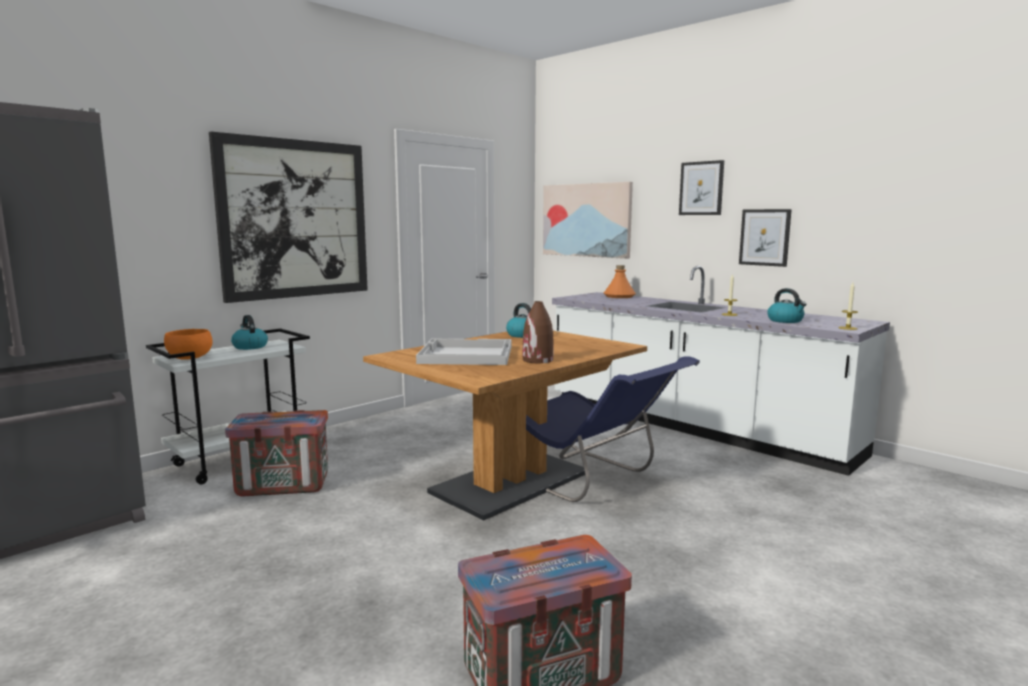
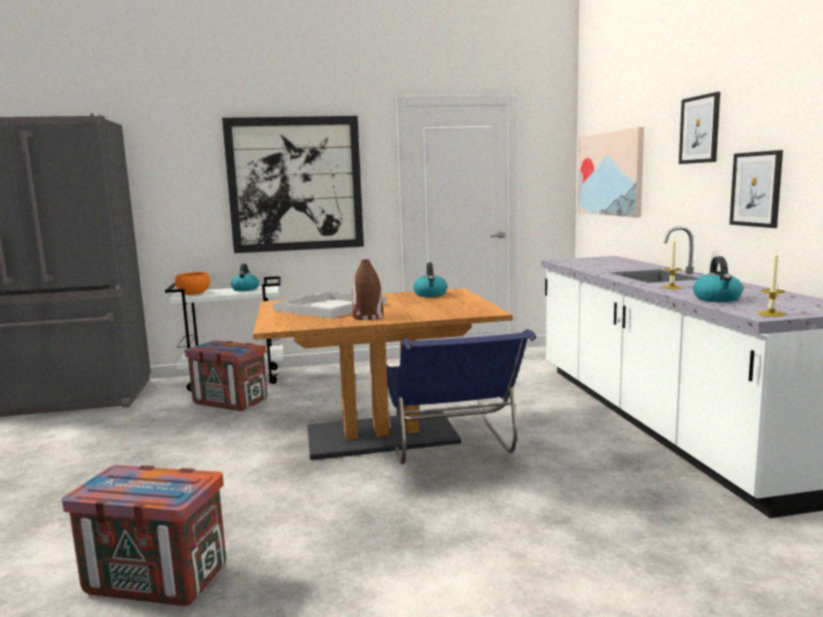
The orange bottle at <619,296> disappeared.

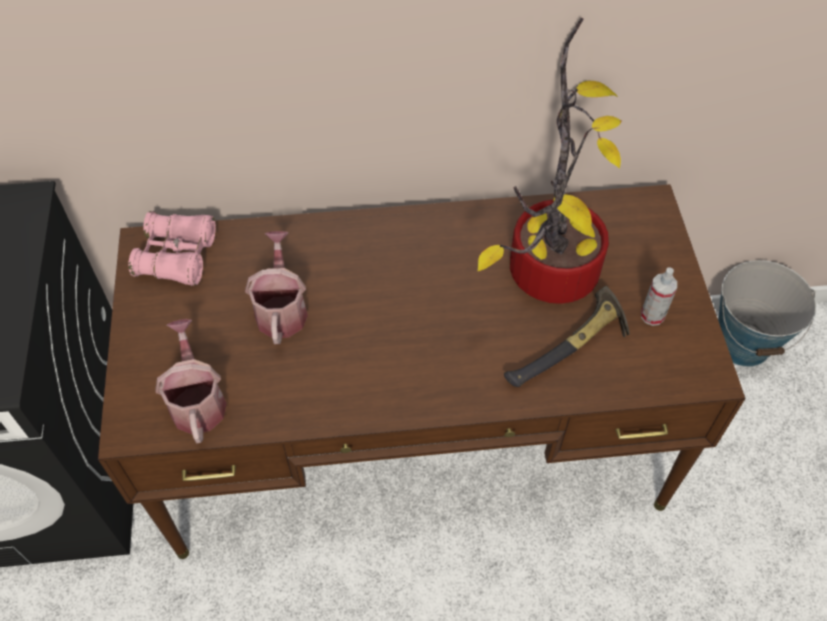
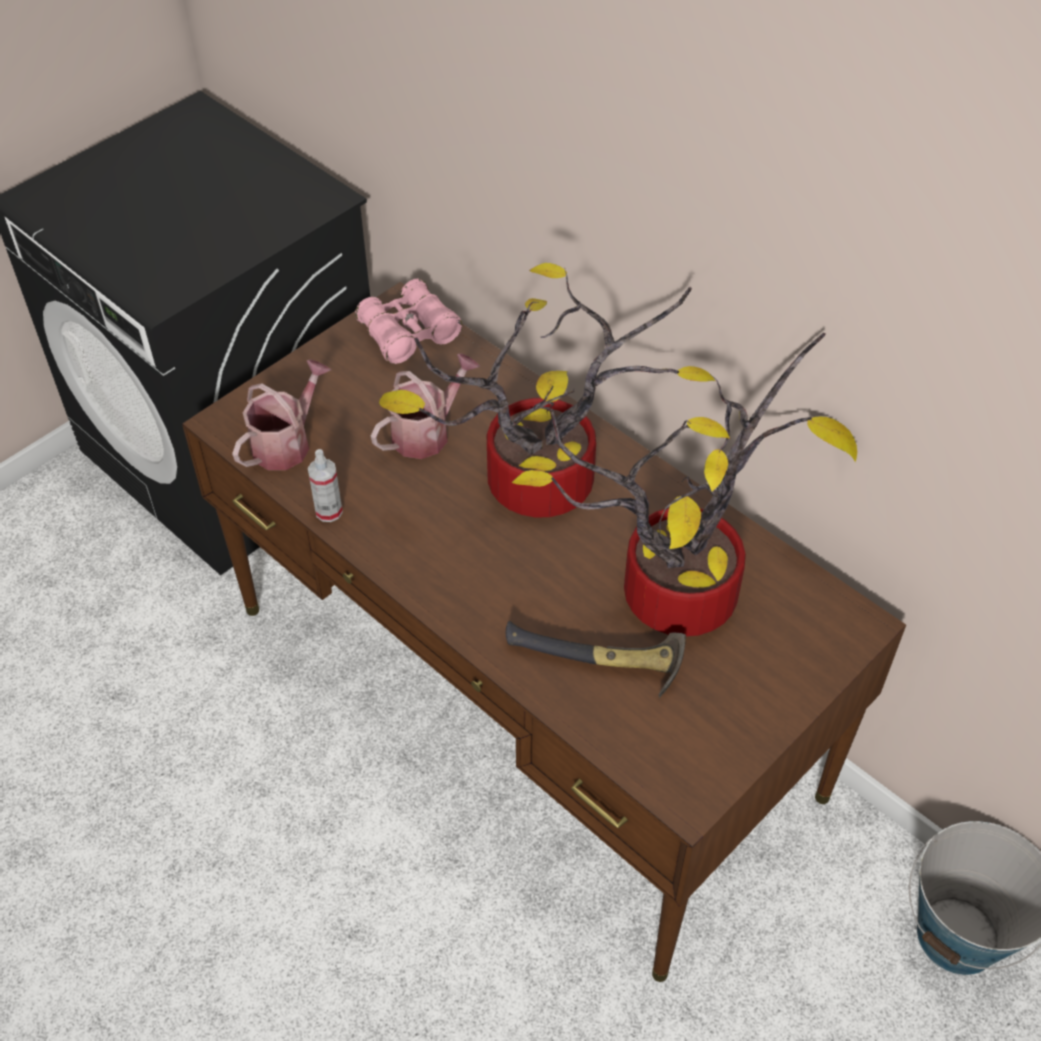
The sprayer moved from <652,315> to <329,511>. The plant in a pot at <535,488> appeared.

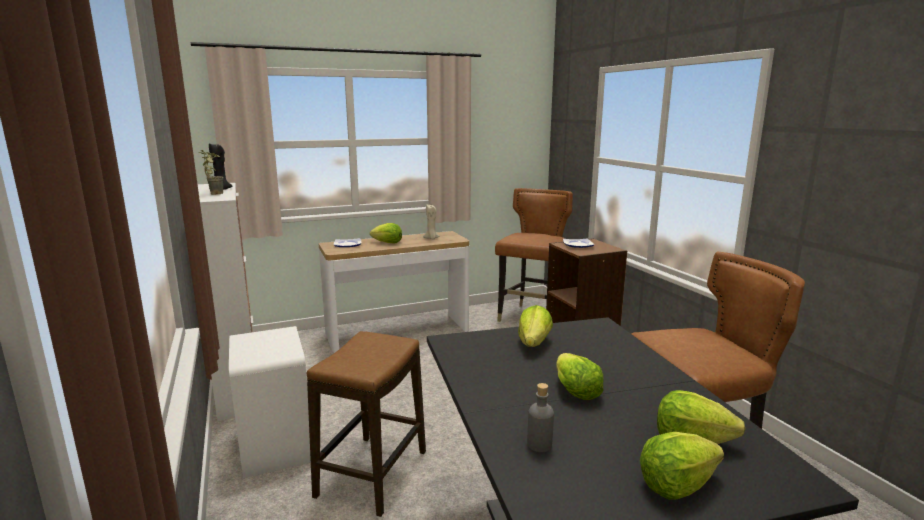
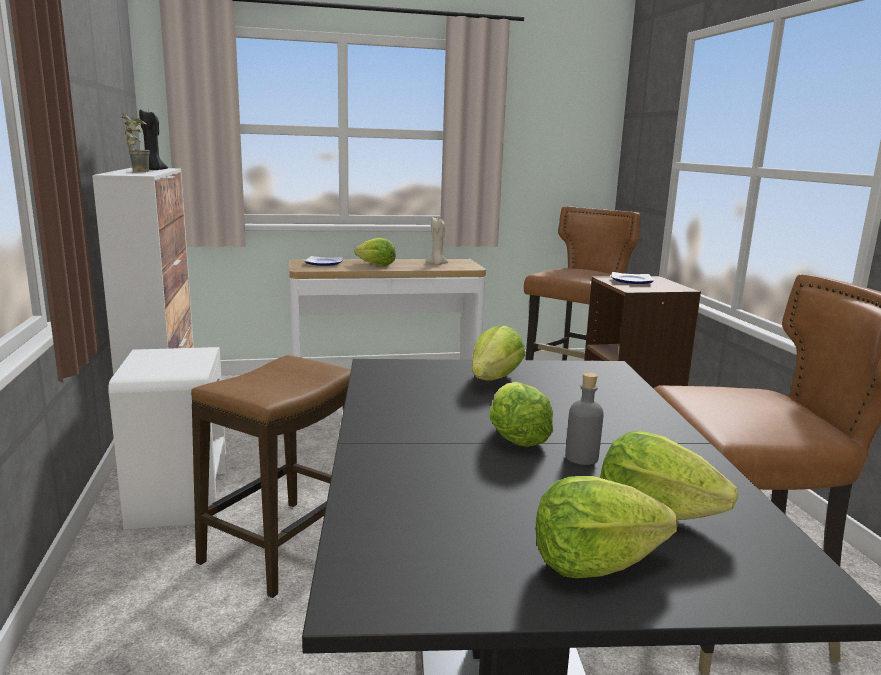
The gray bottle moved from <539,445> to <581,457>.

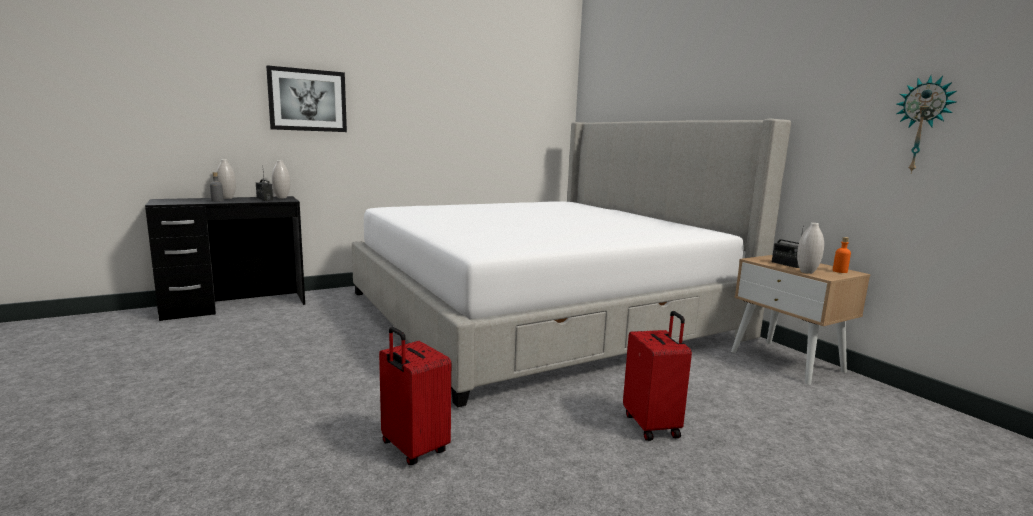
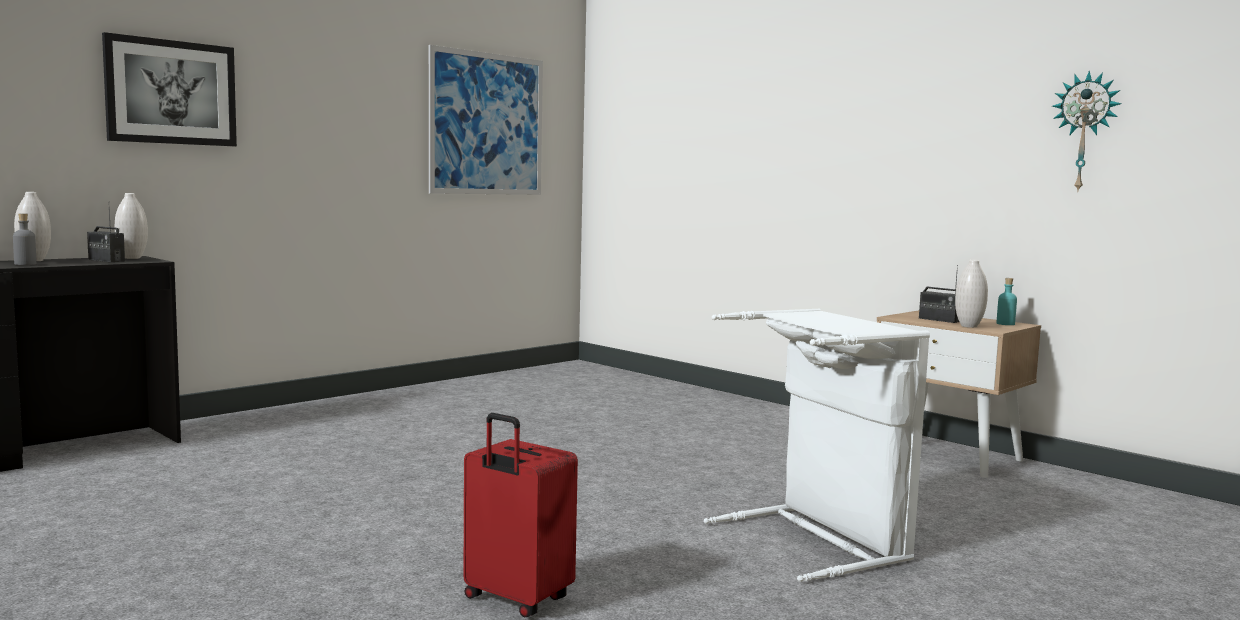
The sleeping bed at <539,314> disappeared. The red-coloured travel case at <652,425> was replaced by the whitish laundry basket at <821,539>. The orange bottle at <839,271> became the turquoise-coloured bottle at <1005,324>. The wall picture at <487,124> appeared.

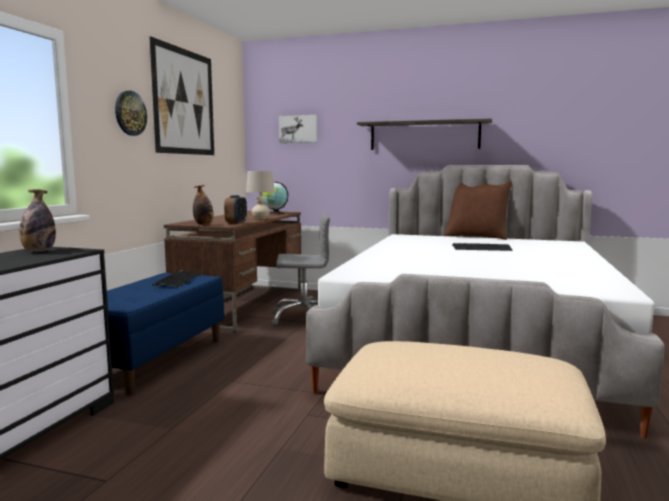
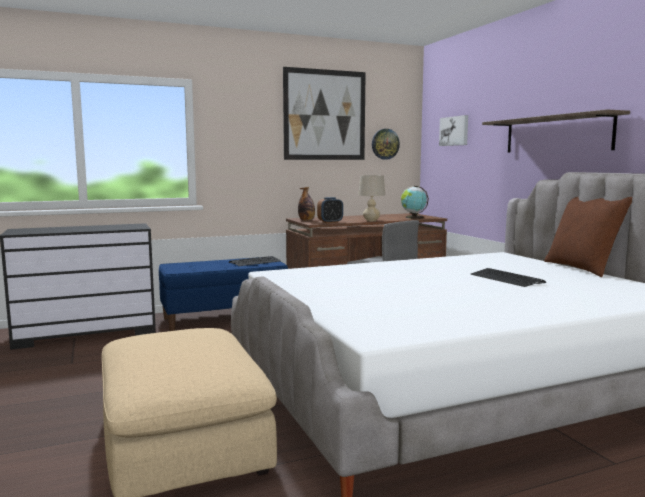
The bottle at <39,251> disappeared. The clock on the wall moved from <130,113> to <385,144>.

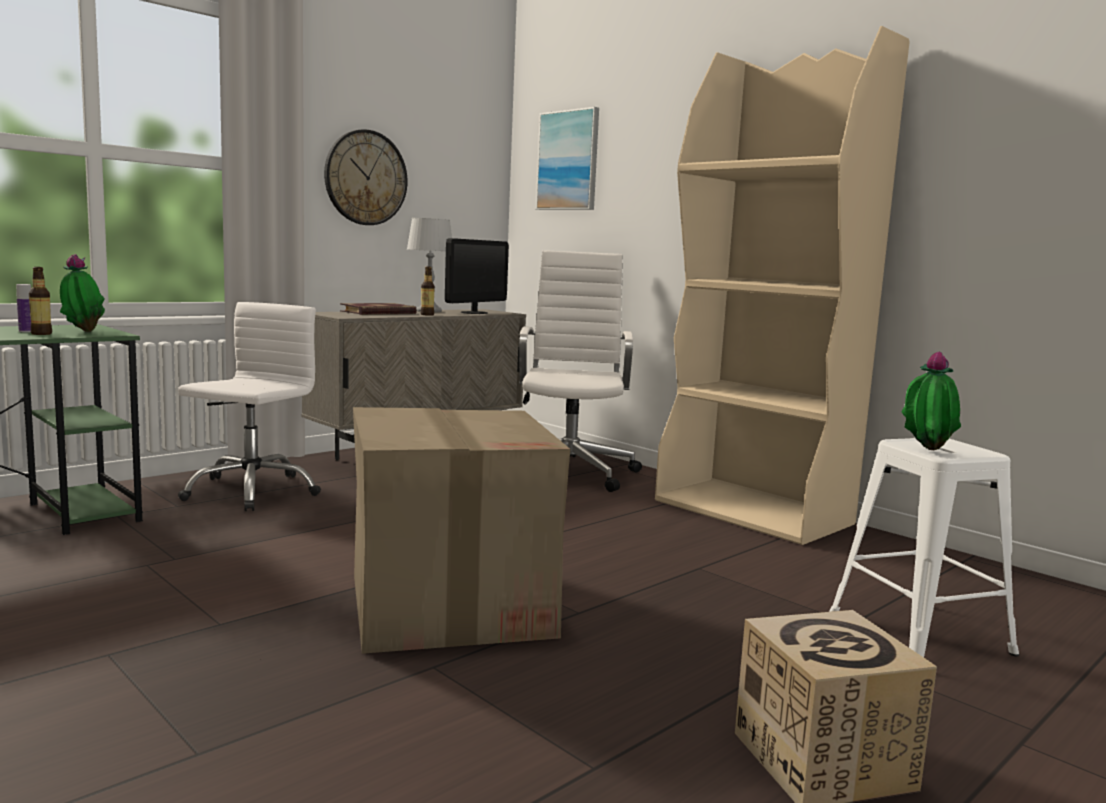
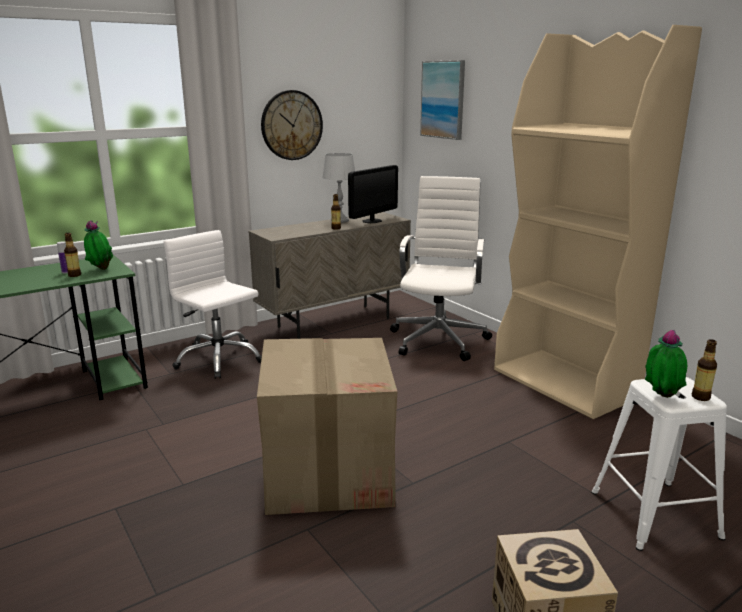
The whitish office chair at <251,491> turned 75 degrees counterclockwise. The volume at <379,312> disappeared. The bottle at <700,397> appeared.

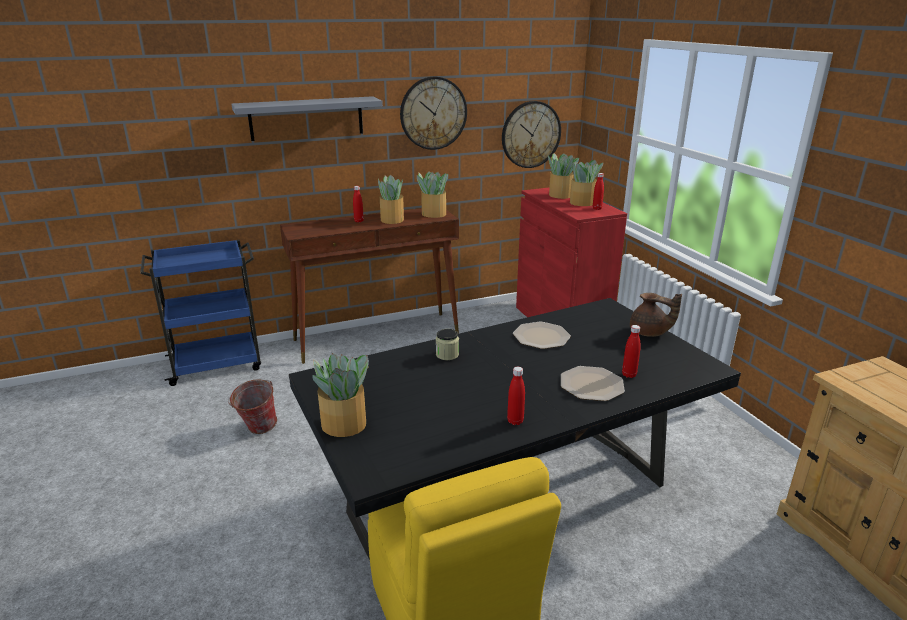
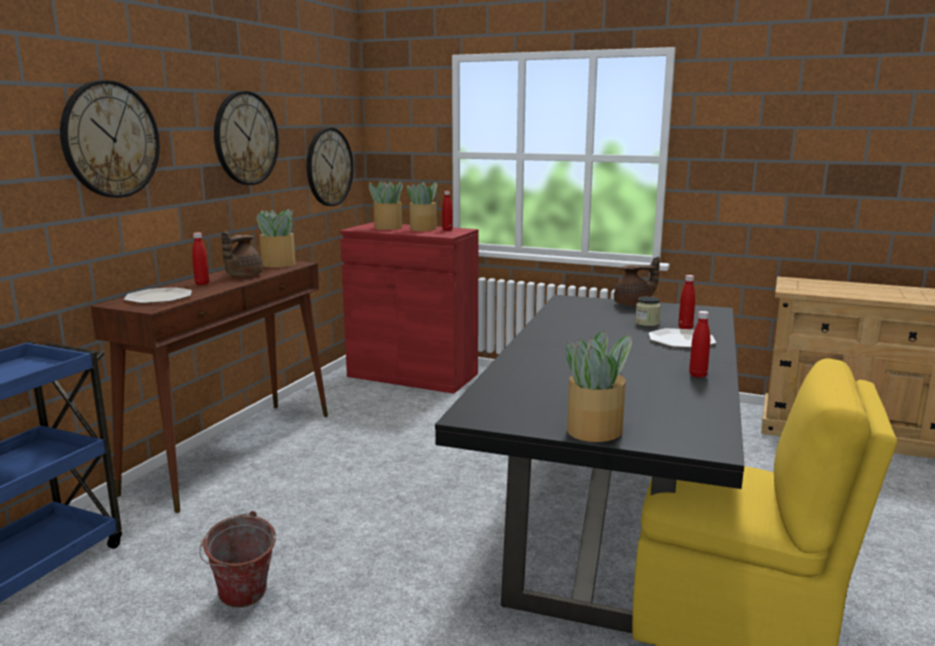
The gray shelf at <306,118> was replaced by the clock on the wall at <110,139>. The plant in a pot at <392,220> was replaced by the brown pot for tea at <242,276>. The jar moved from <447,355> to <647,323>. The dinner plate moved from <542,336> to <159,297>.

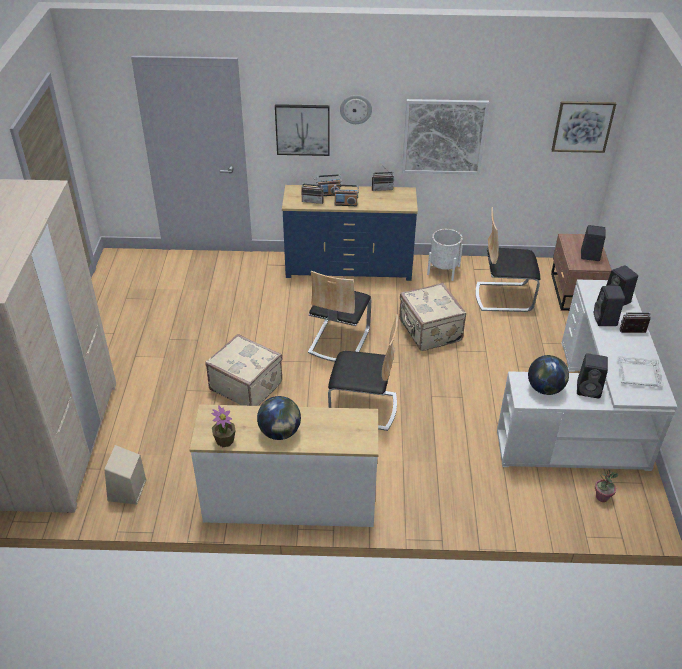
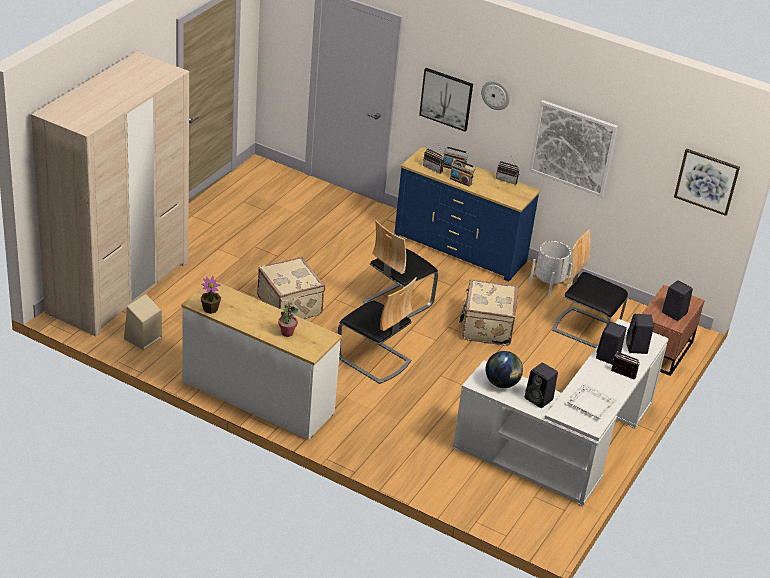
The globe at <280,432> disappeared. The plant in a pot moved from <602,497> to <287,333>.

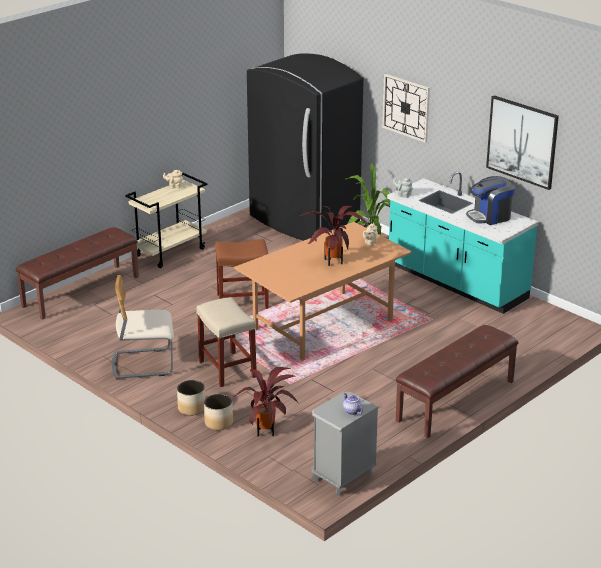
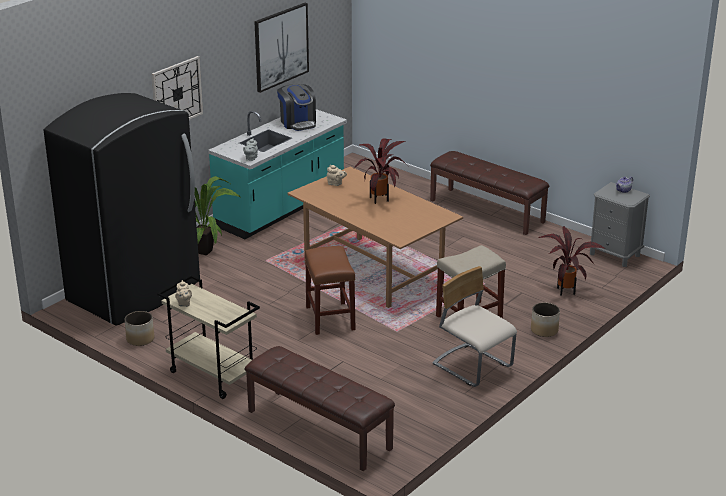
The beige-coloured chair at <143,363> turned 150 degrees clockwise. The flower pot moved from <218,423> to <140,339>.

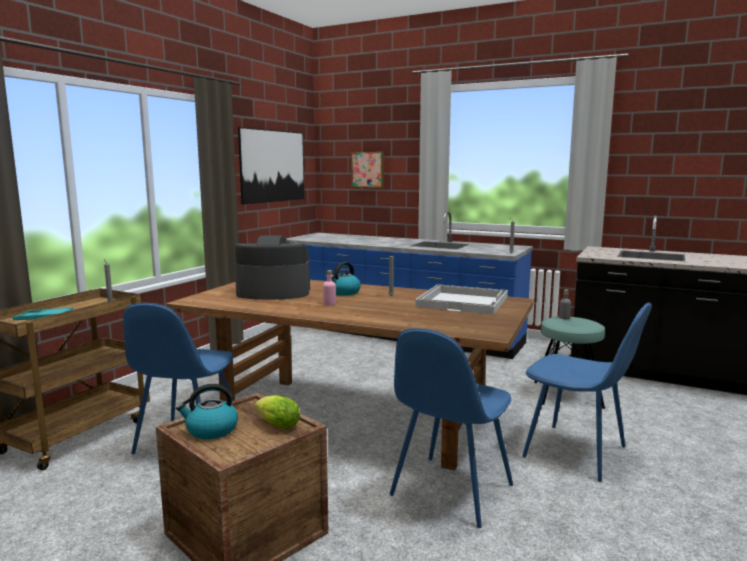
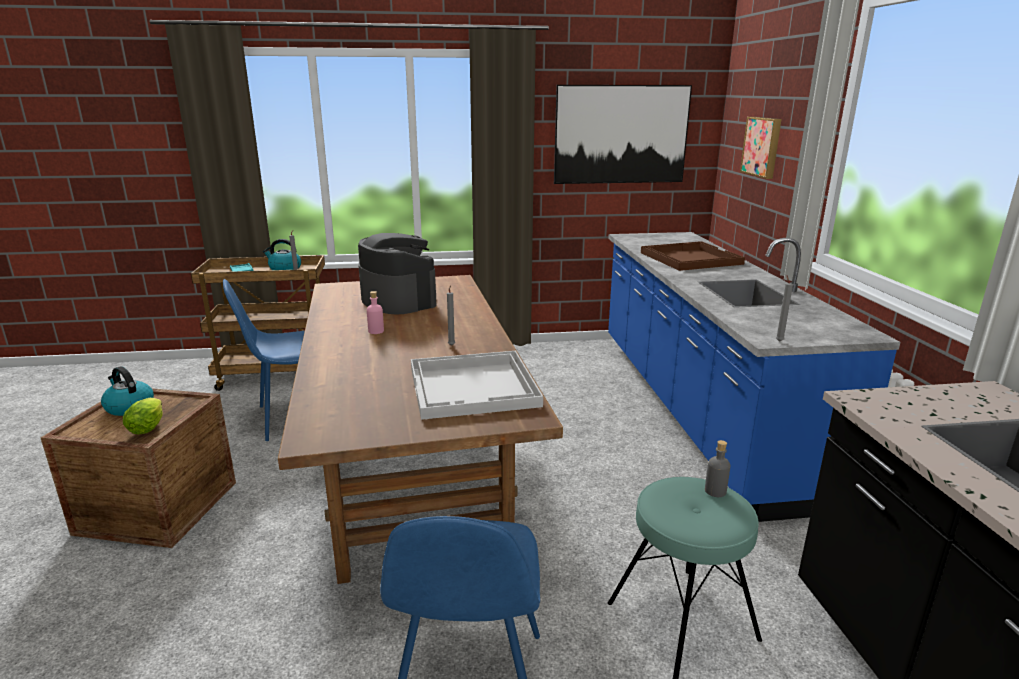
The kettle moved from <343,293> to <284,269>. The bluish chair at <450,492> disappeared. The brown serving tray at <689,258> appeared.

